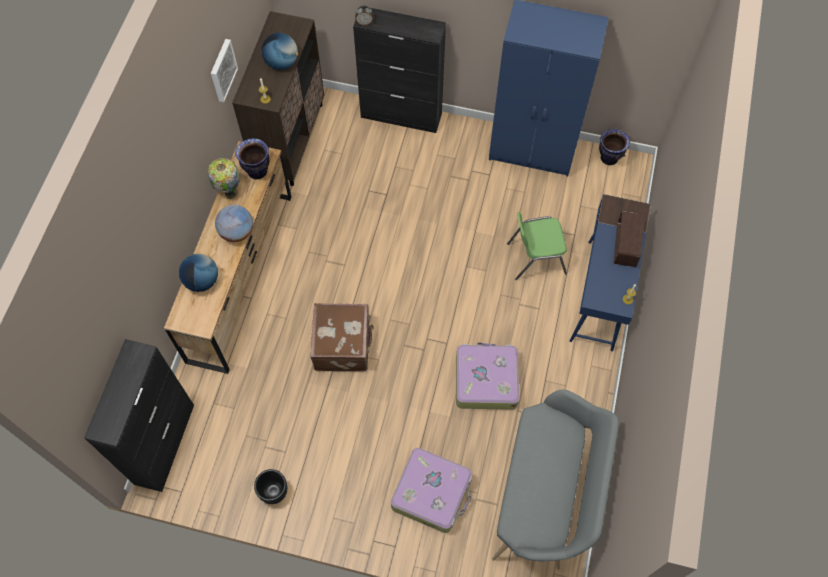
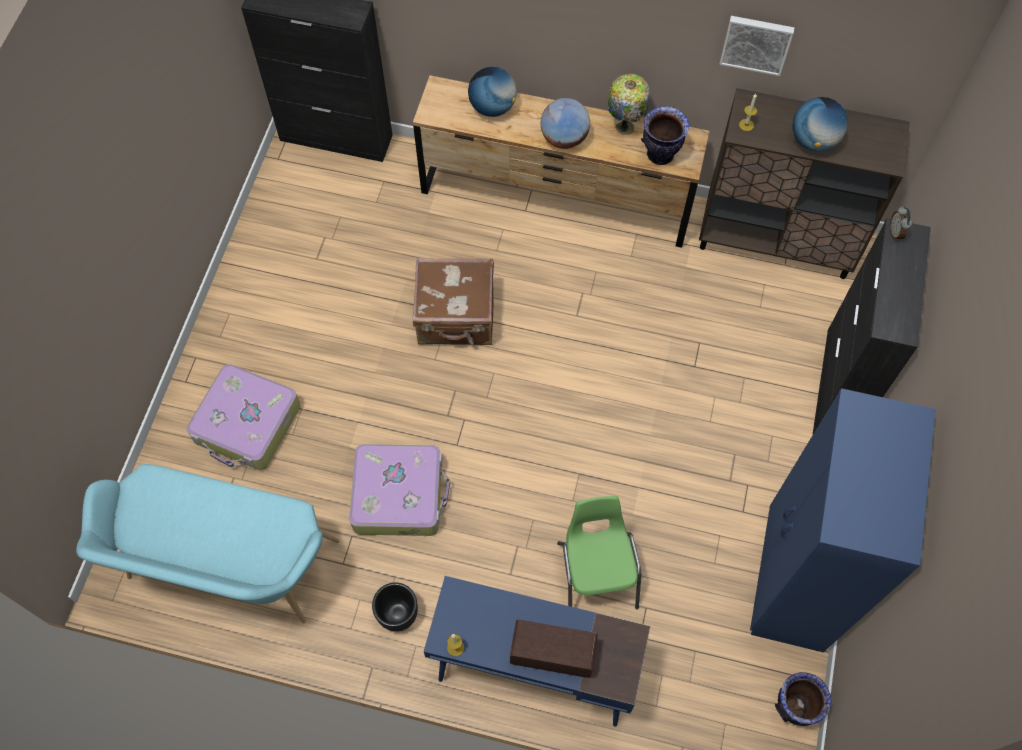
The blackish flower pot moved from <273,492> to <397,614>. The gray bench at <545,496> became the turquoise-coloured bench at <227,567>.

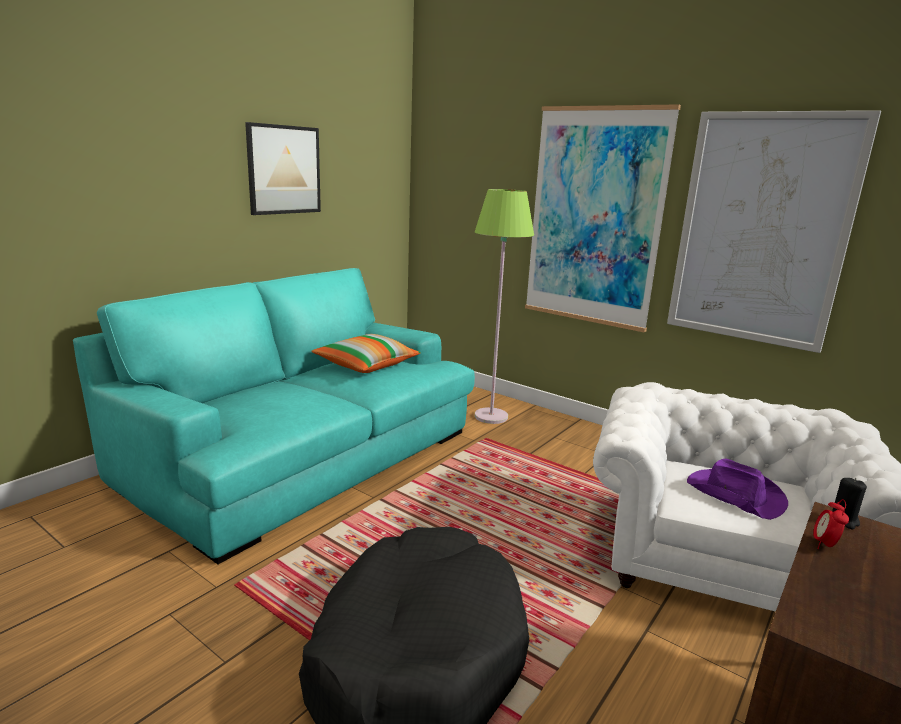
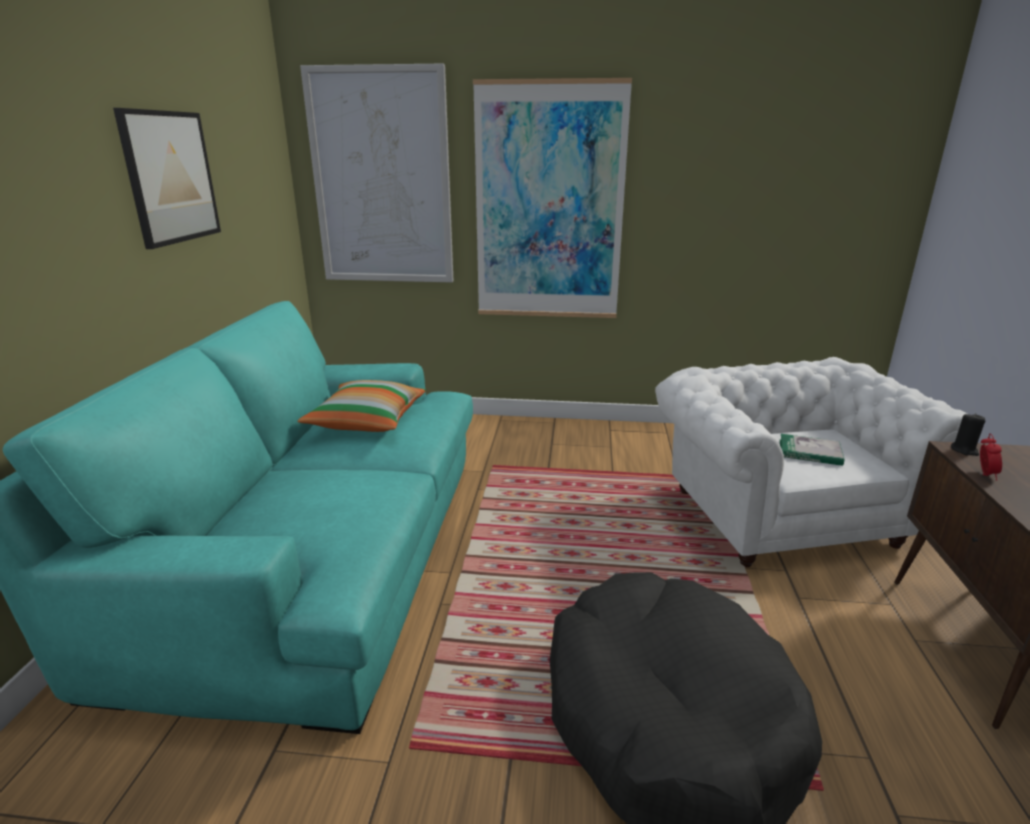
The greenish standing lamp at <491,416> disappeared. The wall picture moved from <761,230> to <382,179>. The purplish hat at <734,494> was replaced by the volume at <810,452>. The alarm clock at <824,544> turned 150 degrees counterclockwise.

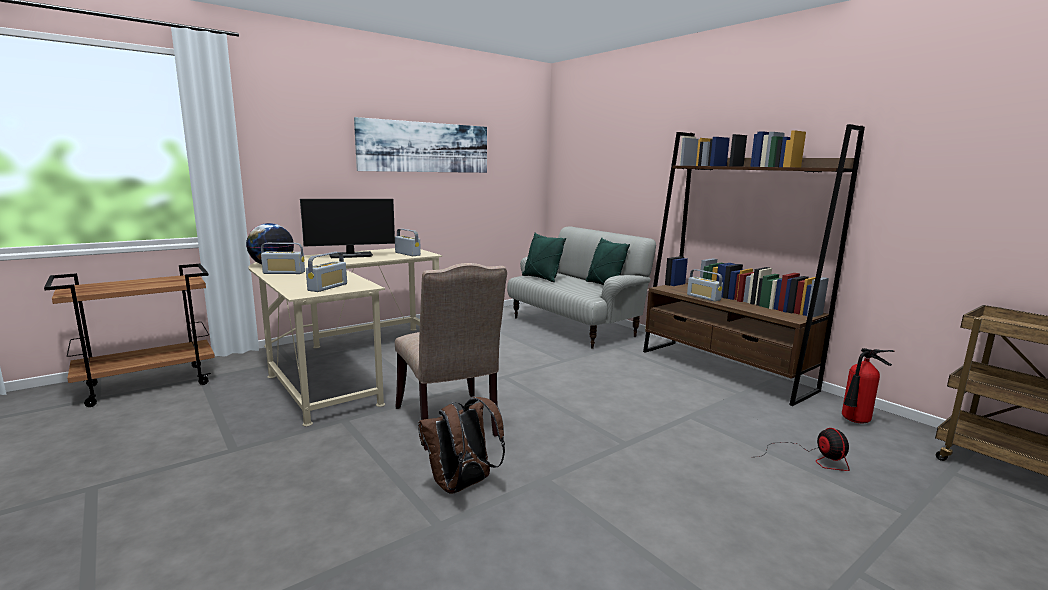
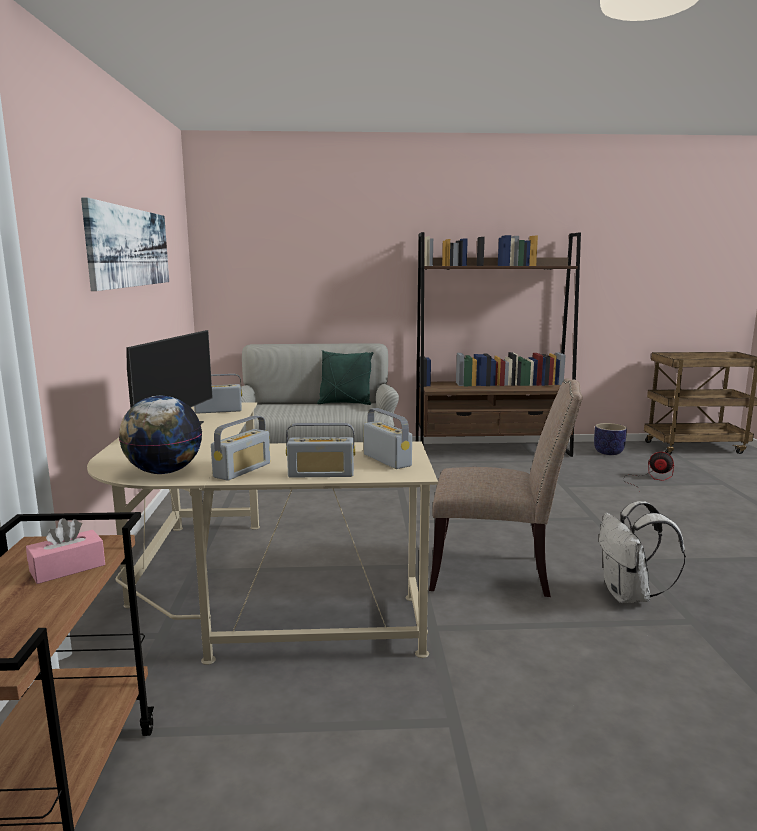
The brown rucksack at <462,486> became the whitish rucksack at <629,596>. The greenish pillow at <541,278> disappeared. The radio receiver moved from <703,297> to <321,474>. The fire extinguisher at <855,422> was replaced by the flower pot at <608,452>. The pink-coloured box of tissues at <67,568> appeared.

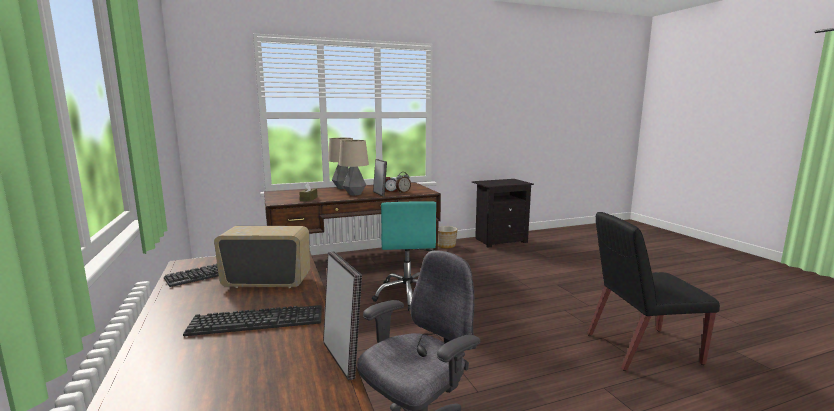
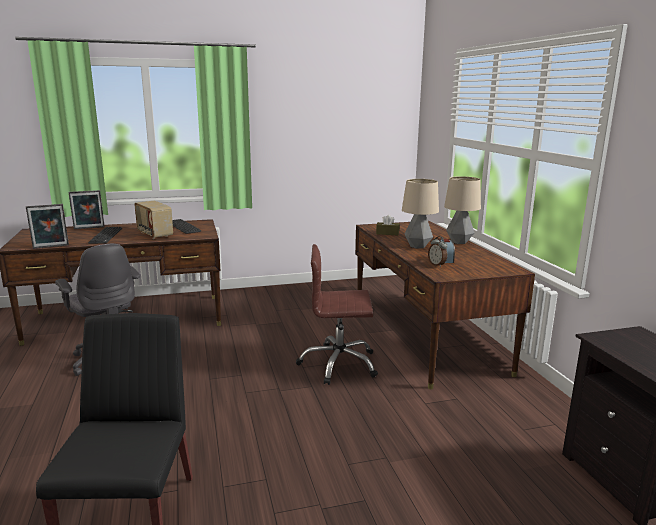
The radio receiver at <267,282> turned 135 degrees clockwise. The turquoise-coloured office chair at <408,295> became the brown office chair at <338,364>. The standing frame moved from <380,194> to <89,228>. The flower pot at <446,246> disappeared.

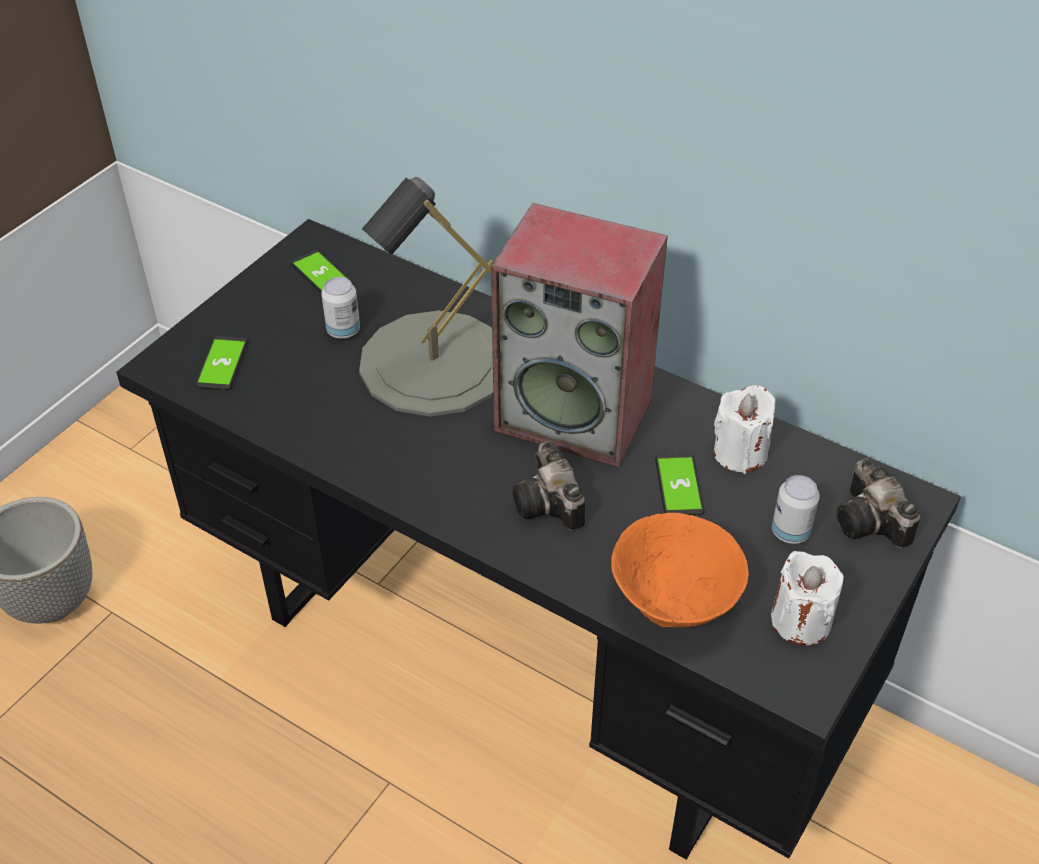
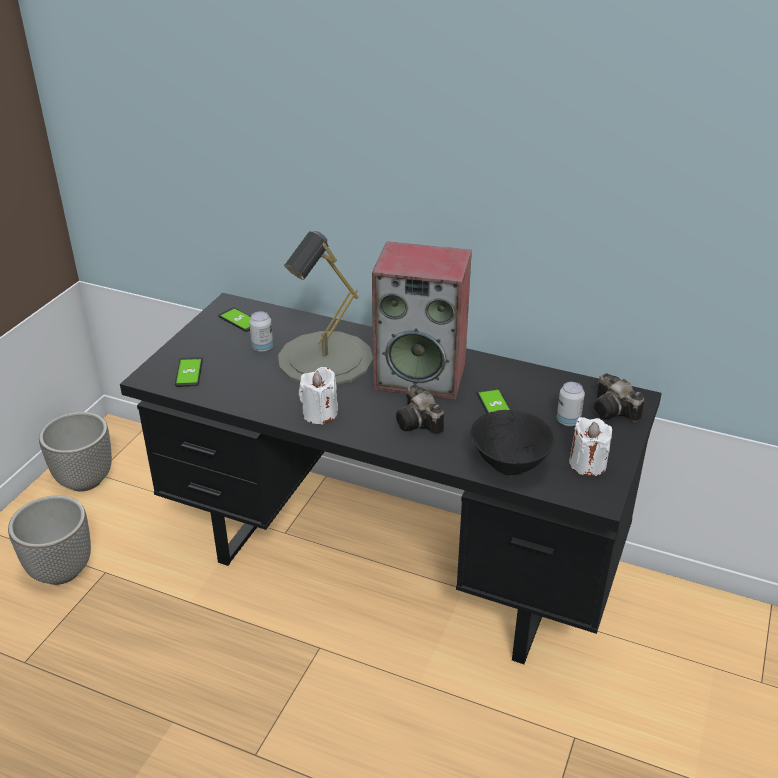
The orange bowl at <674,602> became the blackish bowl at <509,464>. The whitish wax light moved from <740,453> to <320,414>. The flower pot at <84,480> appeared.

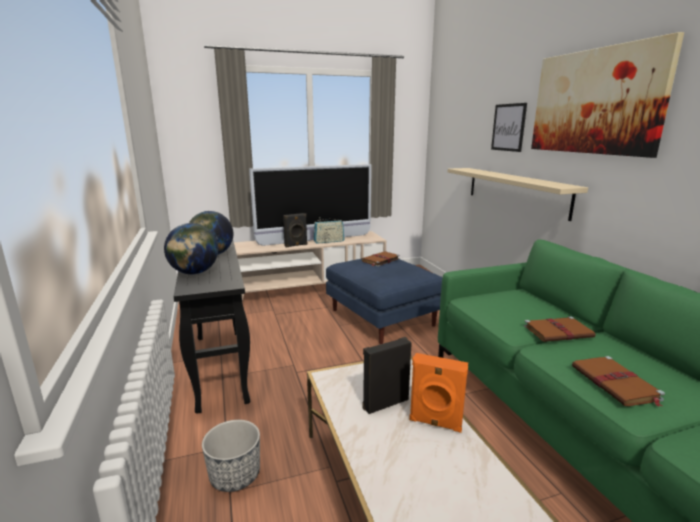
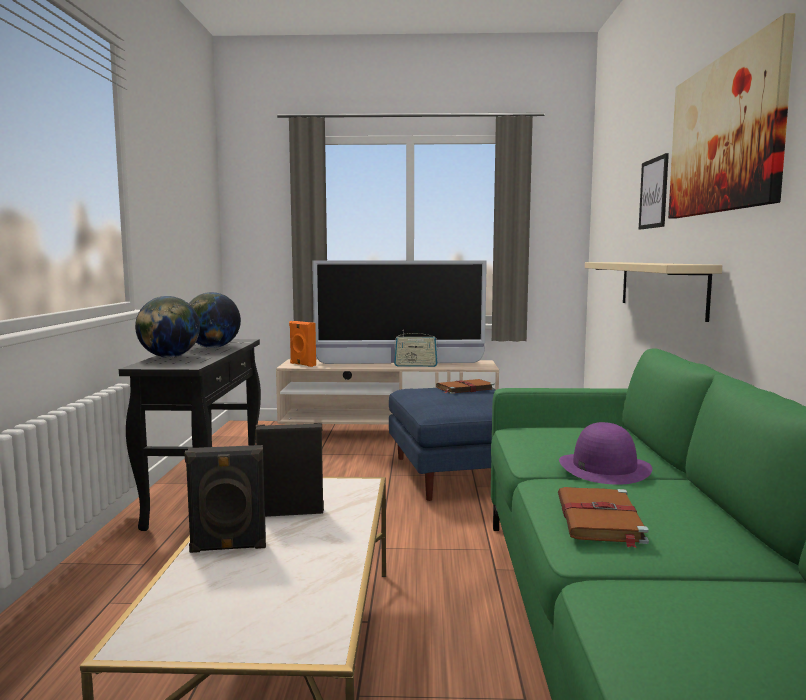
The flower pot at <235,475> disappeared. The blackish speaker moved from <296,245> to <228,548>. The orange speaker moved from <435,423> to <302,364>. The brown volume at <559,332> was replaced by the purplish hat at <604,468>.

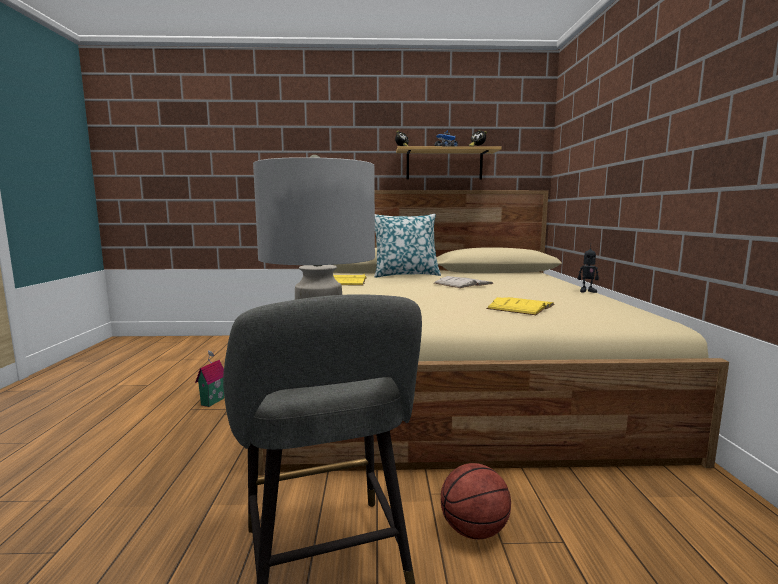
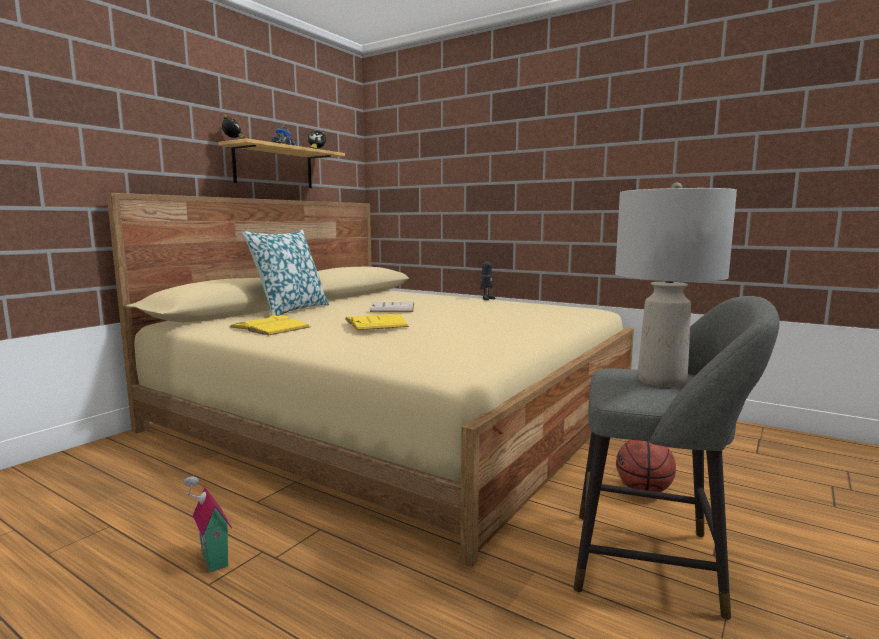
The yellow volume moved from <521,306> to <375,323>.

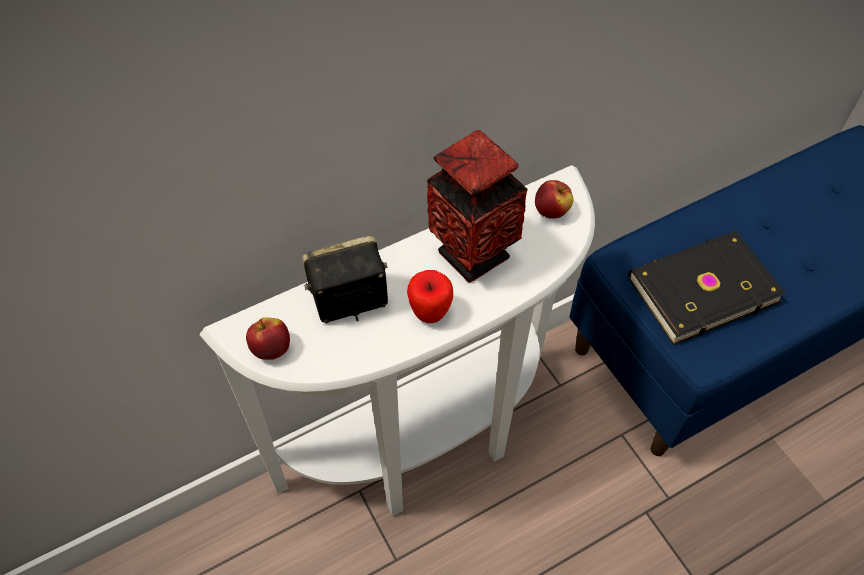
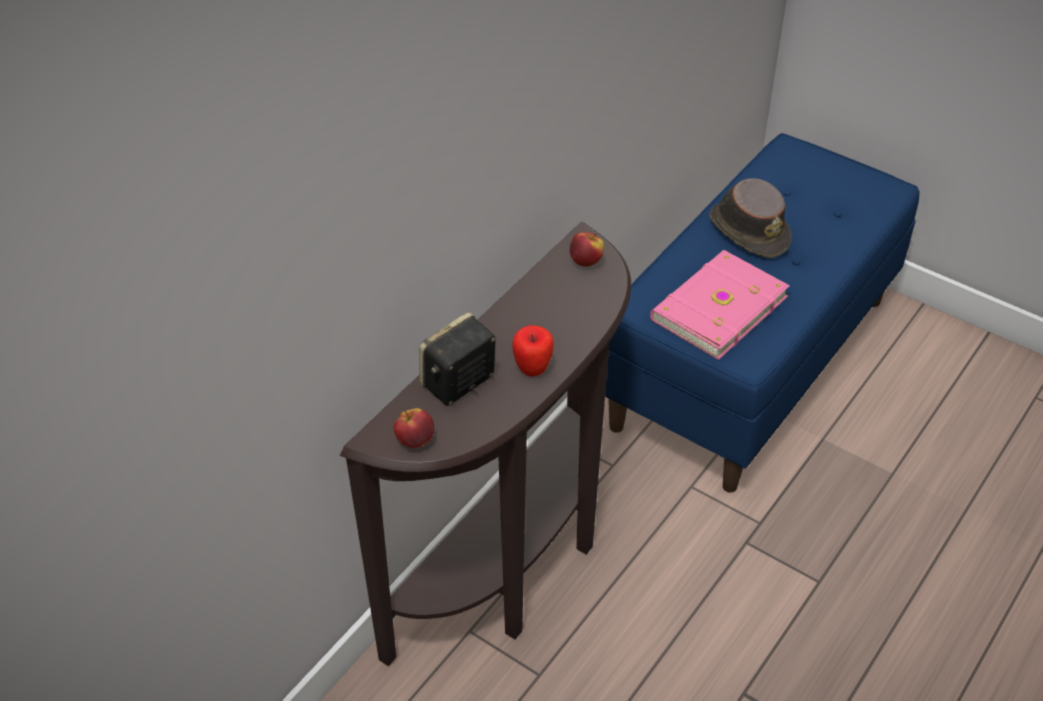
The whitish hall table at <429,447> became the brown hall table at <517,566>. The decorative vase at <472,255> disappeared. The blackish volume at <700,288> became the pink-coloured volume at <716,307>. The brown hat at <748,230> appeared.

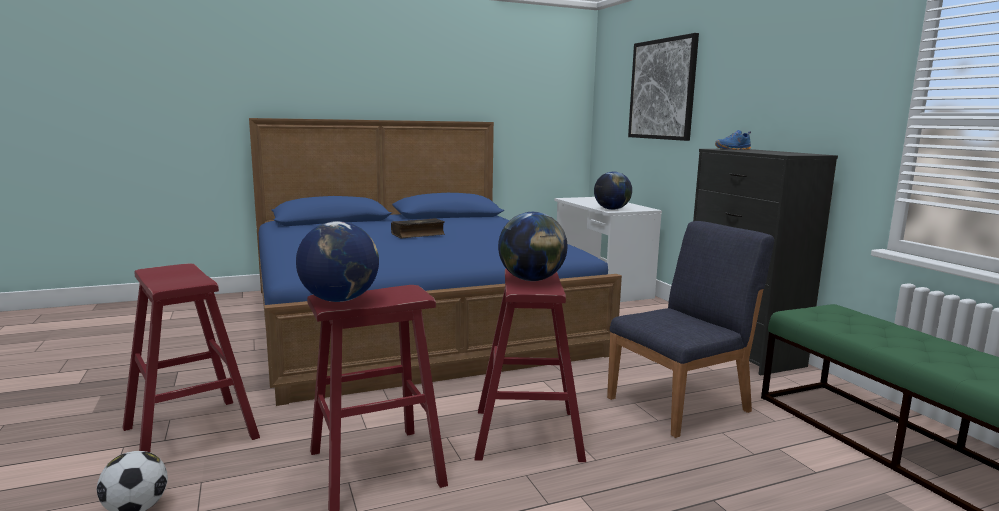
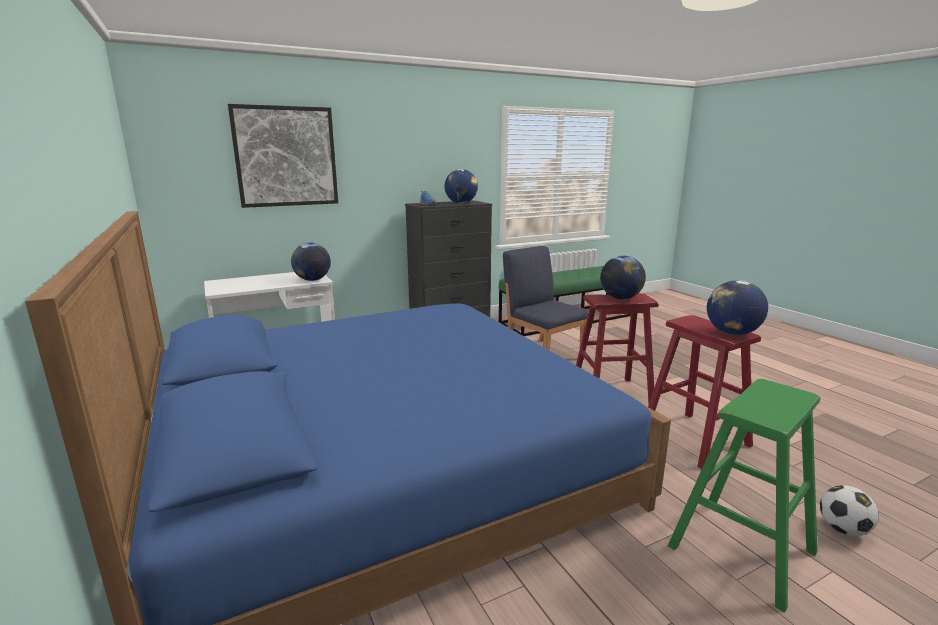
The red-coloured sitting stool at <190,433> became the greenish sitting stool at <741,549>. The volume at <418,235> disappeared. The globe at <461,203> appeared.

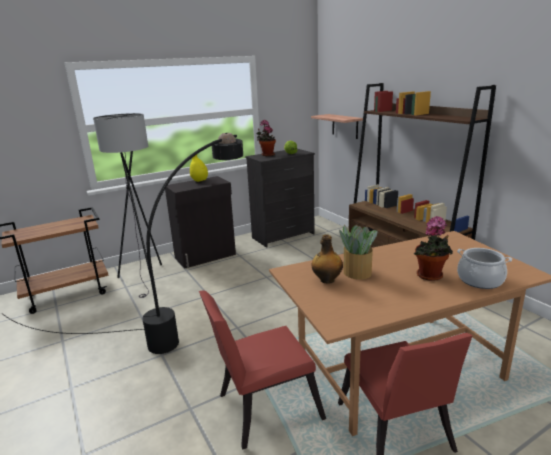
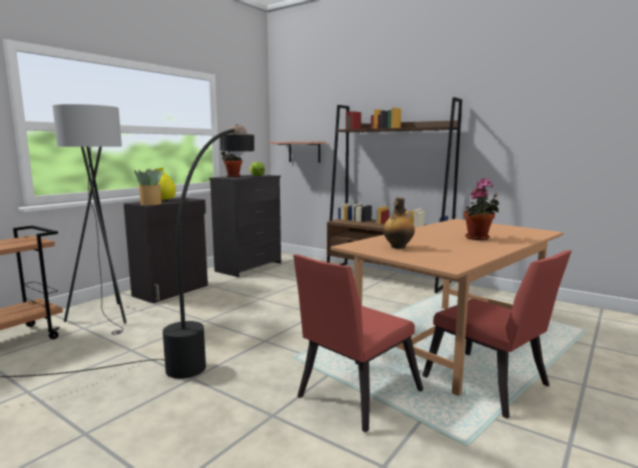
The plant in a pot moved from <356,272> to <150,204>. The saucepot at <480,280> disappeared.

